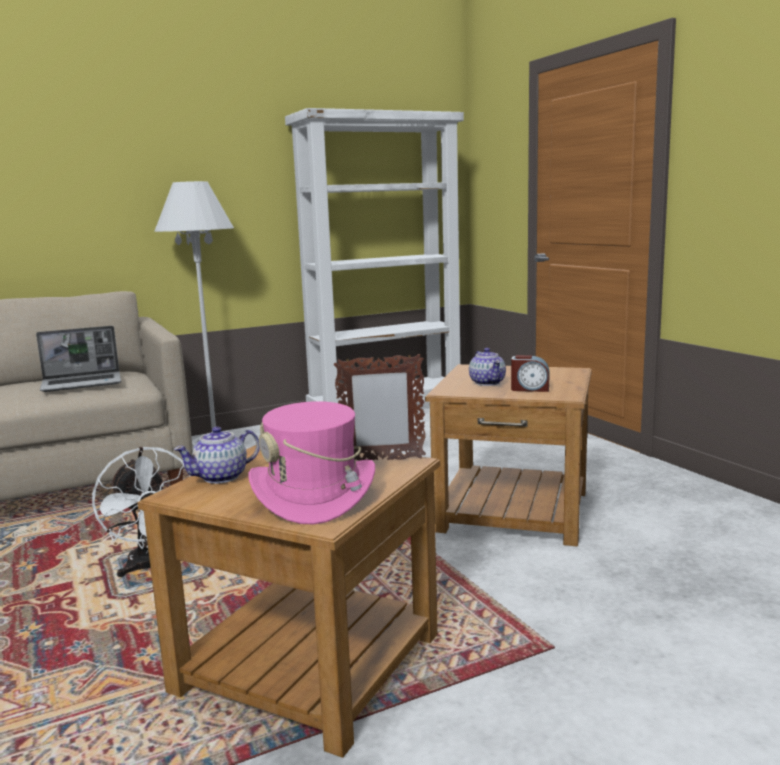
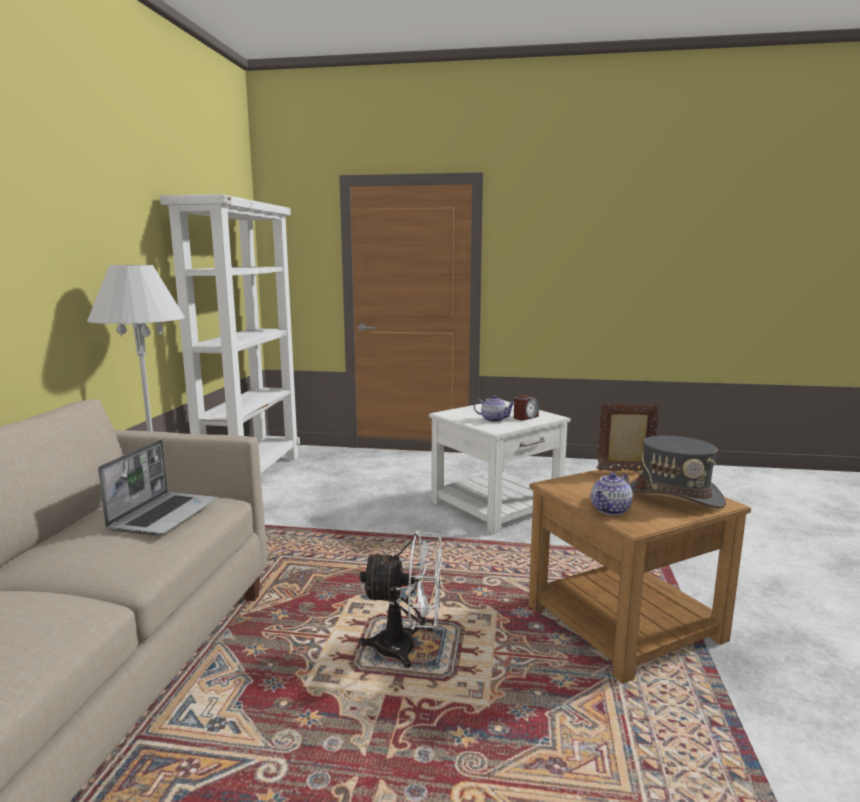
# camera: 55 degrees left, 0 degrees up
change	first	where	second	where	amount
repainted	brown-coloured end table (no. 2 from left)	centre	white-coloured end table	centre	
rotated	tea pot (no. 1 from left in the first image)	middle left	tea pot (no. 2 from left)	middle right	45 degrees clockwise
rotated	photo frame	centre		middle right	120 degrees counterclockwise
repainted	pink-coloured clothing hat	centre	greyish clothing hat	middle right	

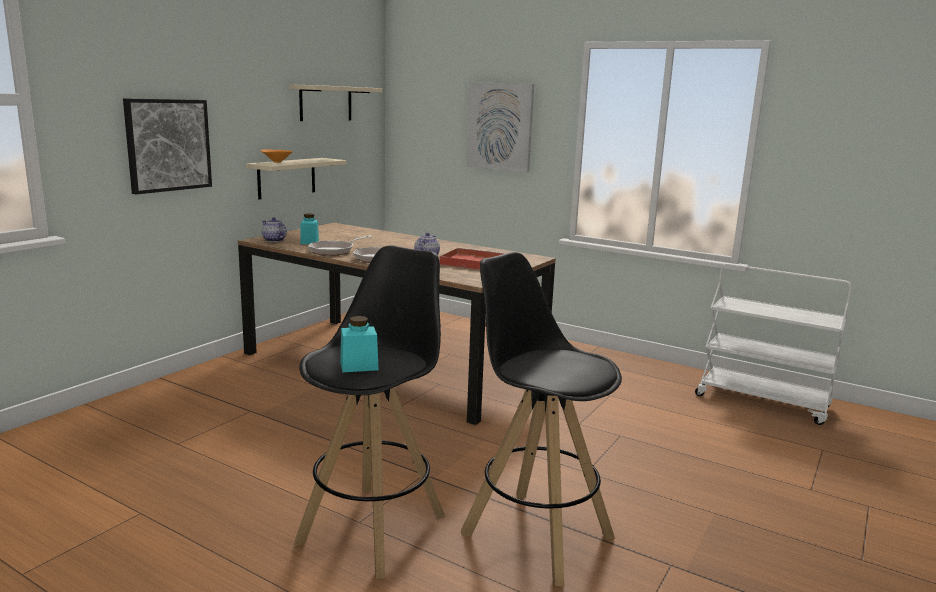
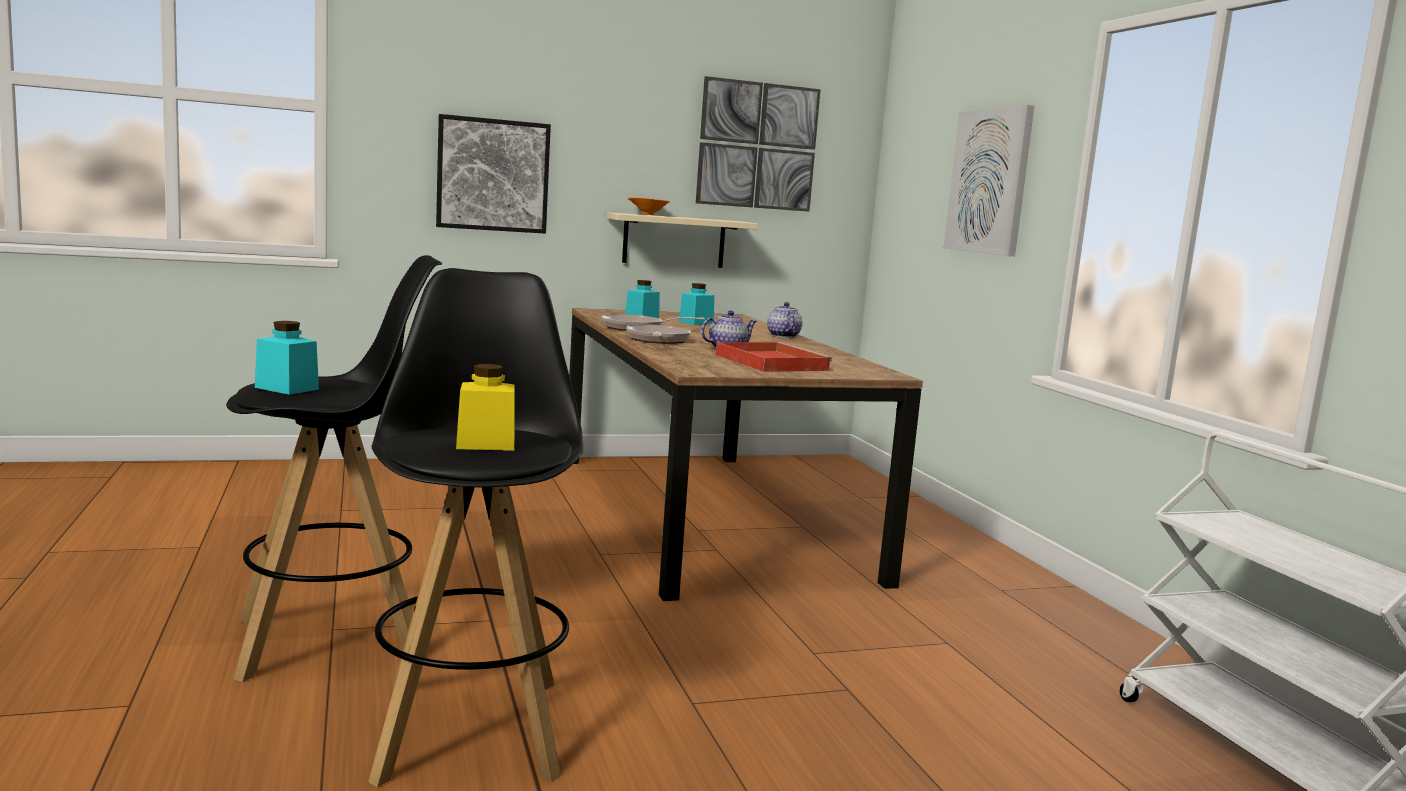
# camera: 40 degrees right, 5 degrees down
change	first	where	second	where	amount
new			yellowish jar	centre	
new			turquoise jar (no. 3 from left)	centre	
swapped	beige wall shelf (no. 2 from left)	top centre	wall picture (no. 2 from left)	top centre	
shifted	tea pot (no. 1 from left in the first image)	middle left	tea pot (no. 2 from left)	centre	

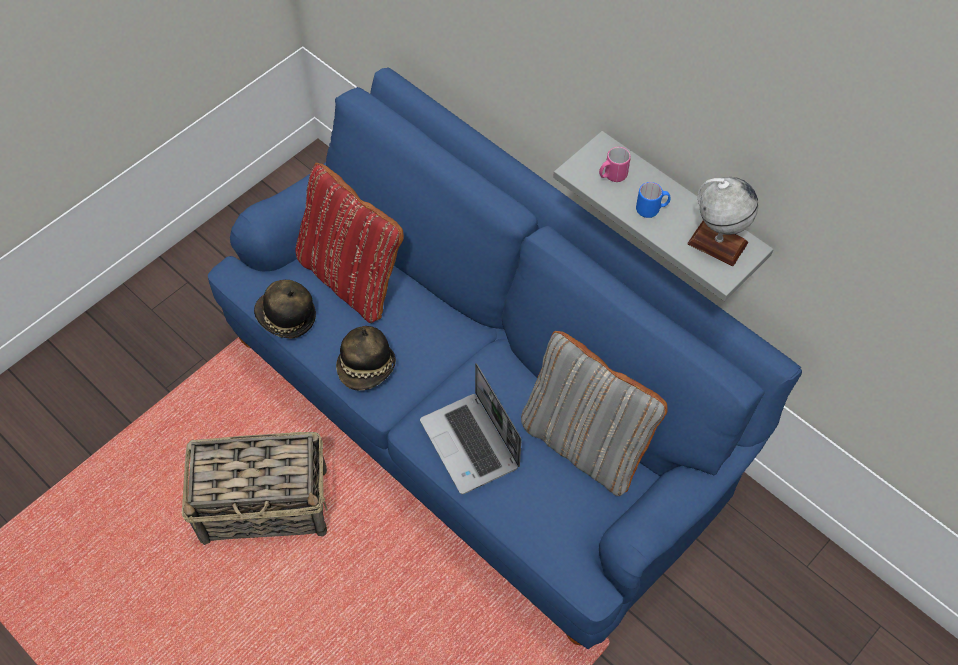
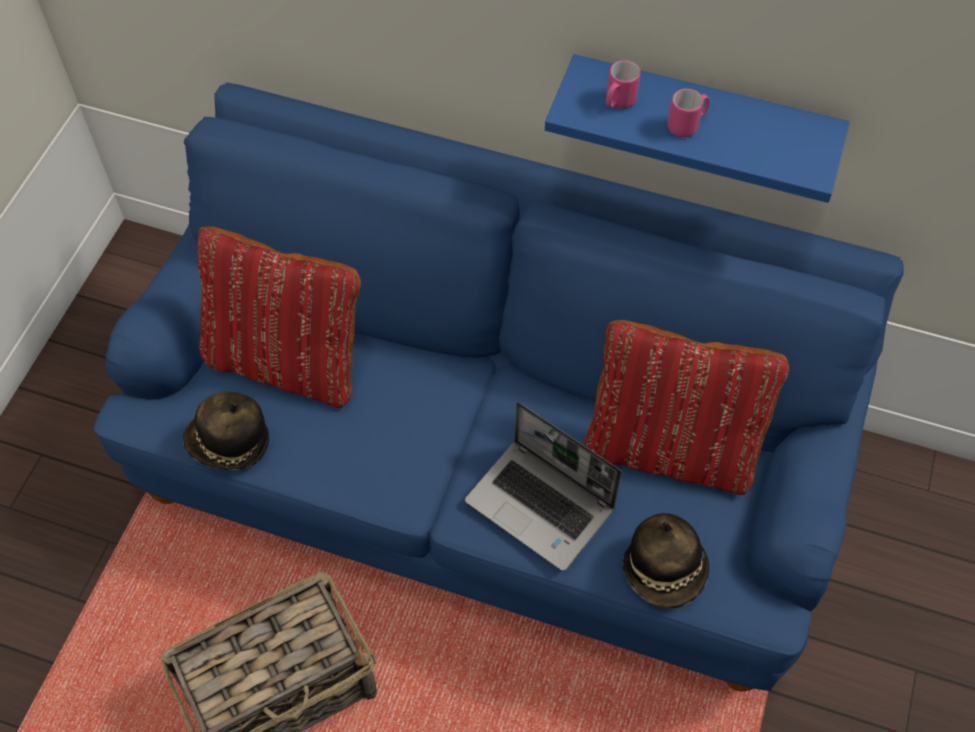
# camera: 25 degrees left, 0 degrees up
change	first	where	second	where	amount
repainted	greyish wall shelf	top right	bluish wall shelf	top right	
repainted	greyish pillow	centre	red pillow (no. 2 from left)	middle right	
shifted	clothing hat (no. 2 from left)	centre		bottom right	
repainted	bluish coffee mug	top right	pink-coloured coffee mug (no. 2 from left)	top right	
gone	world globe	top right			

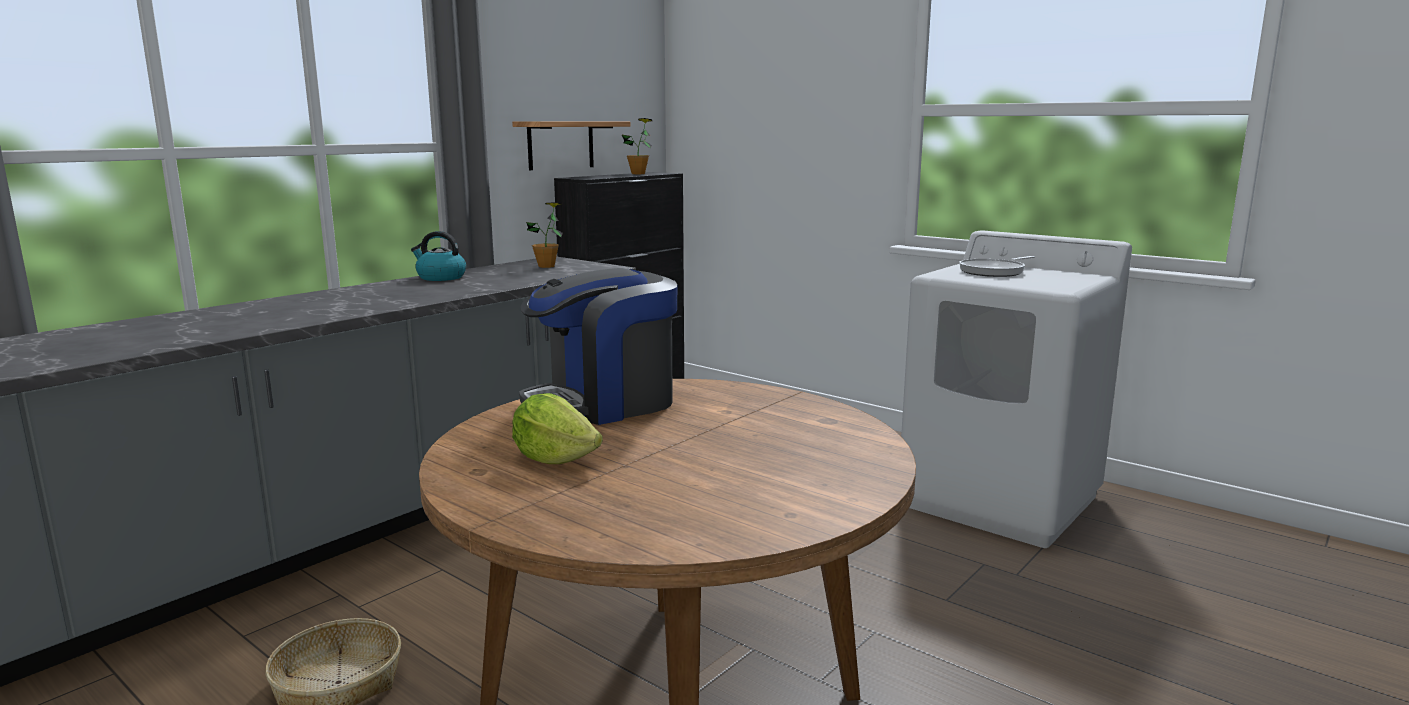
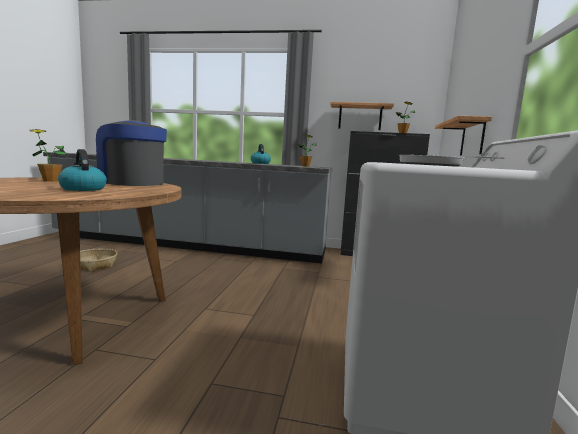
# camera: 60 degrees right, 5 degrees down
change	first	where	second	where	amount
swapped	head of lettuce	centre	potted plant (no. 1 from left)	middle left	
new			water kettle (no. 1 from left)	middle left	
new			wall shelf (no. 2 from left)	top right	

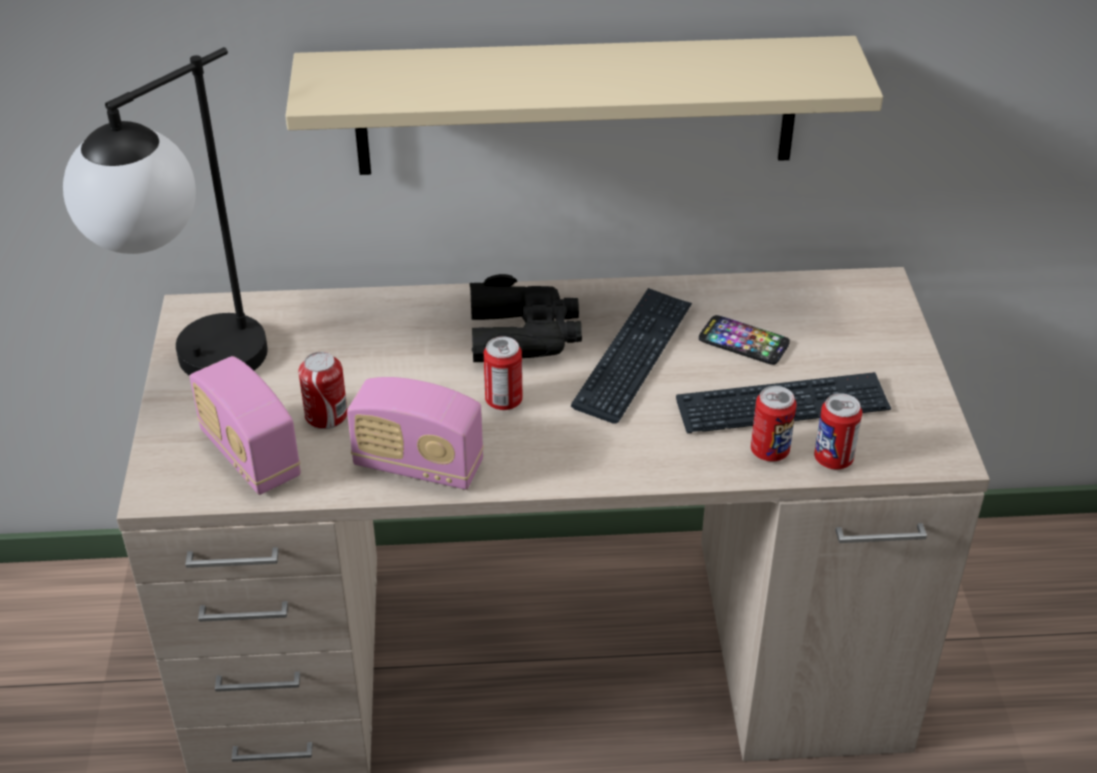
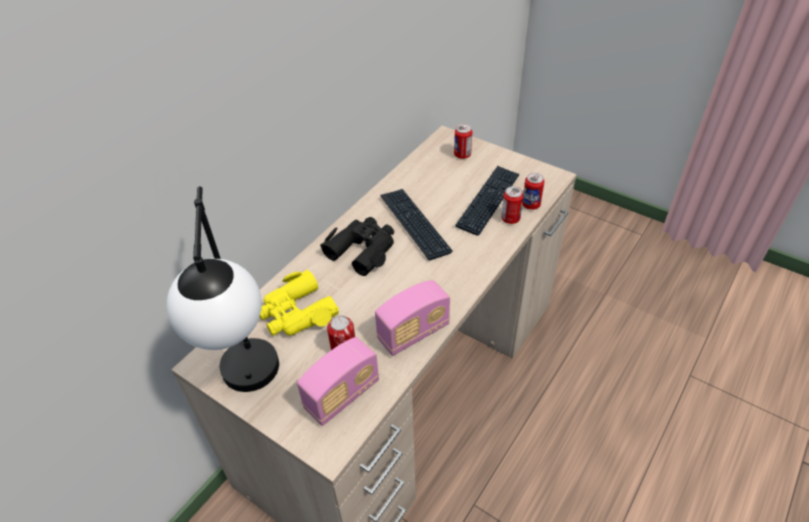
# camera: 50 degrees left, 5 degrees up
change	first	where	second	where	amount
new			yellowish binoculars	centre	
rotated	radio receiver (no. 1 from left)	middle left		bottom centre	45 degrees counterclockwise
shifted	sealed can (no. 2 from left)	centre		top centre	
gone	beige wall shelf	top centre			
gone	handset	middle right			

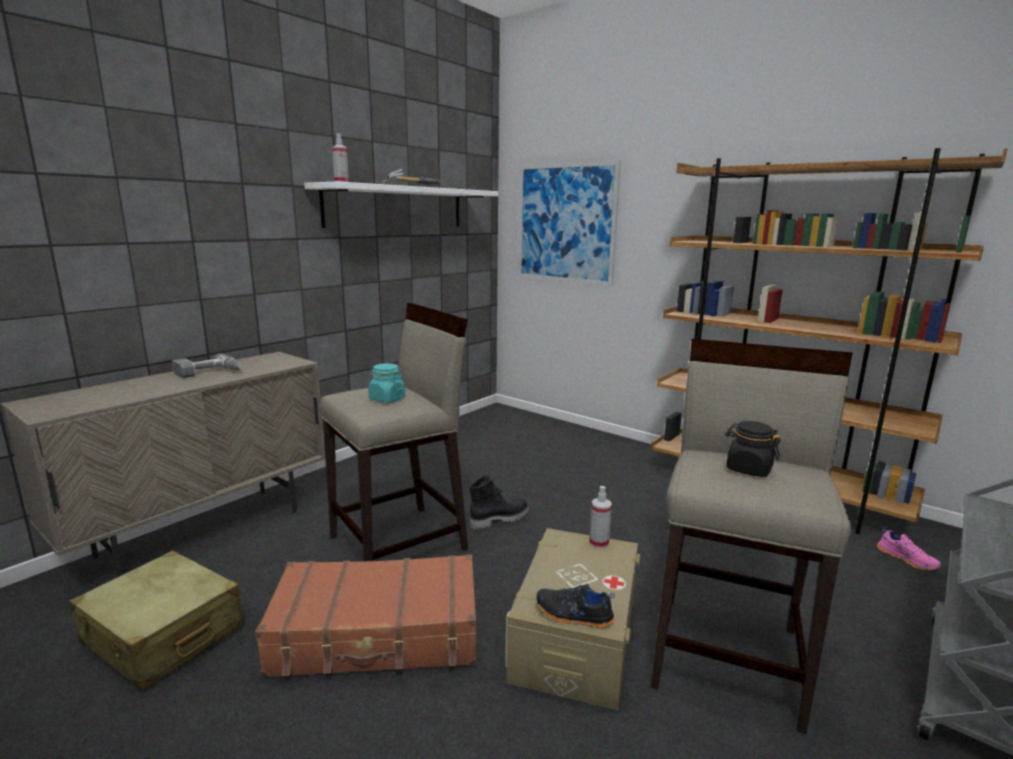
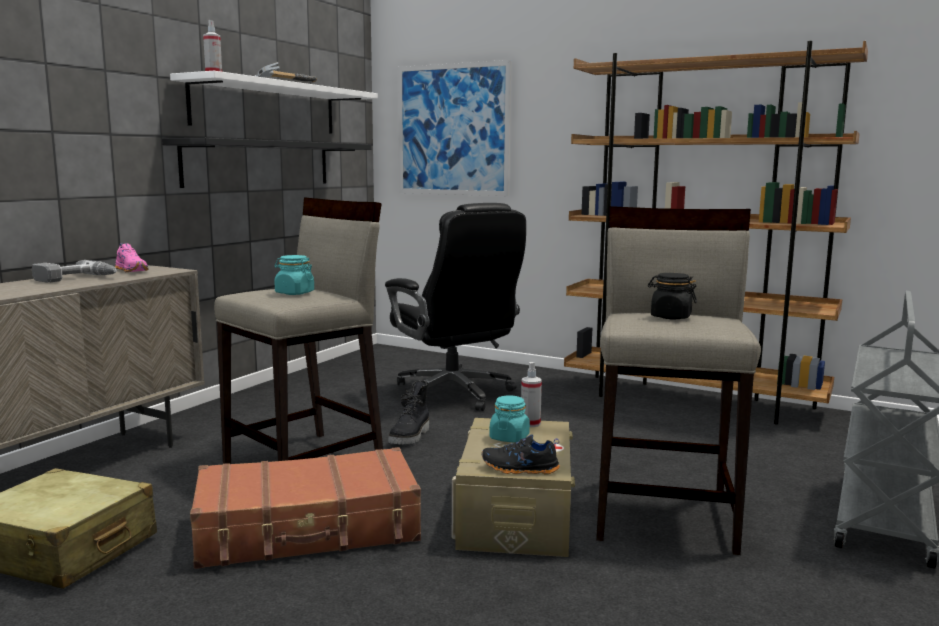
# camera: 10 degrees left, 5 degrees down
change	first	where	second	where	amount
shifted	pink-coloured shoe	bottom right		middle left	
new			black-coloured wall shelf	top left	
new			black-coloured office chair	centre	
rotated	black-coloured high-top boot	centre		centre	150 degrees clockwise
new			turquoise jar (no. 2 from left)	bottom centre	

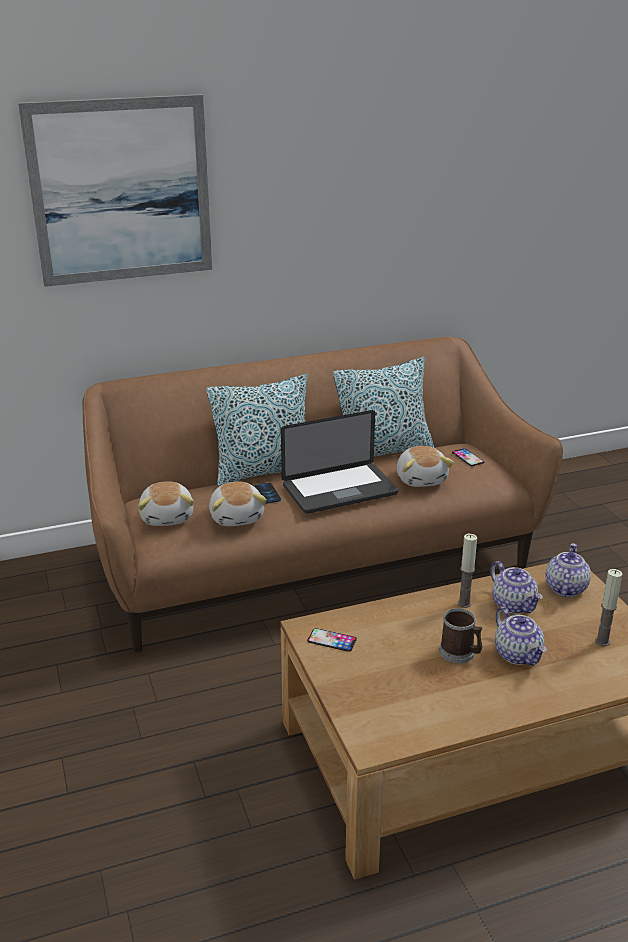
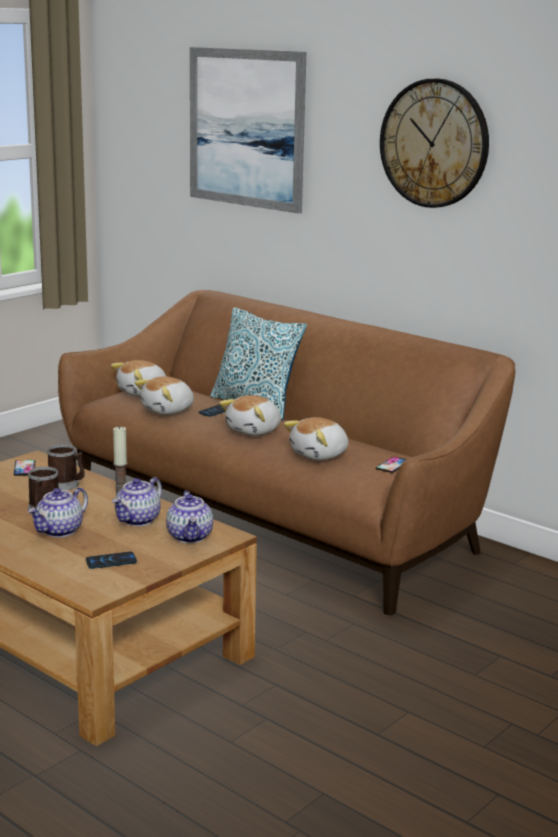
# camera: 60 degrees right, 10 degrees down
change	first	where	second	where	amount
new			coffee mug (no. 2 from left)	middle left	
swapped	wax light (no. 2 from left)	middle right	handset (no. 2 from left)	bottom left	
rotated	tea pot (no. 3 from left)	middle right		centre	90 degrees clockwise
swapped	laptop	centre	plush toy (no. 3 from left)	centre	
new			clock on the wall	top right	
gone	pillow (no. 2 from left)	centre			

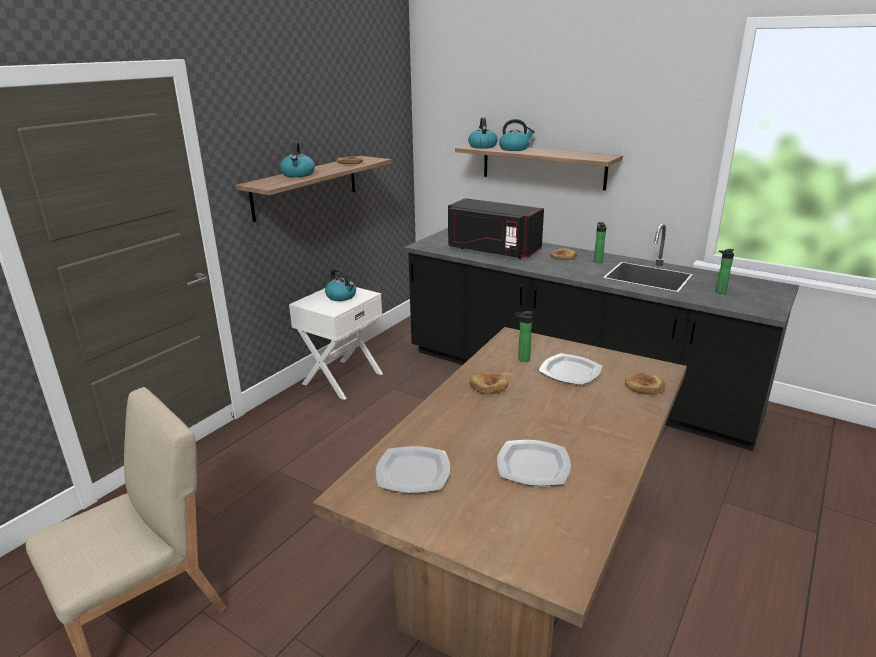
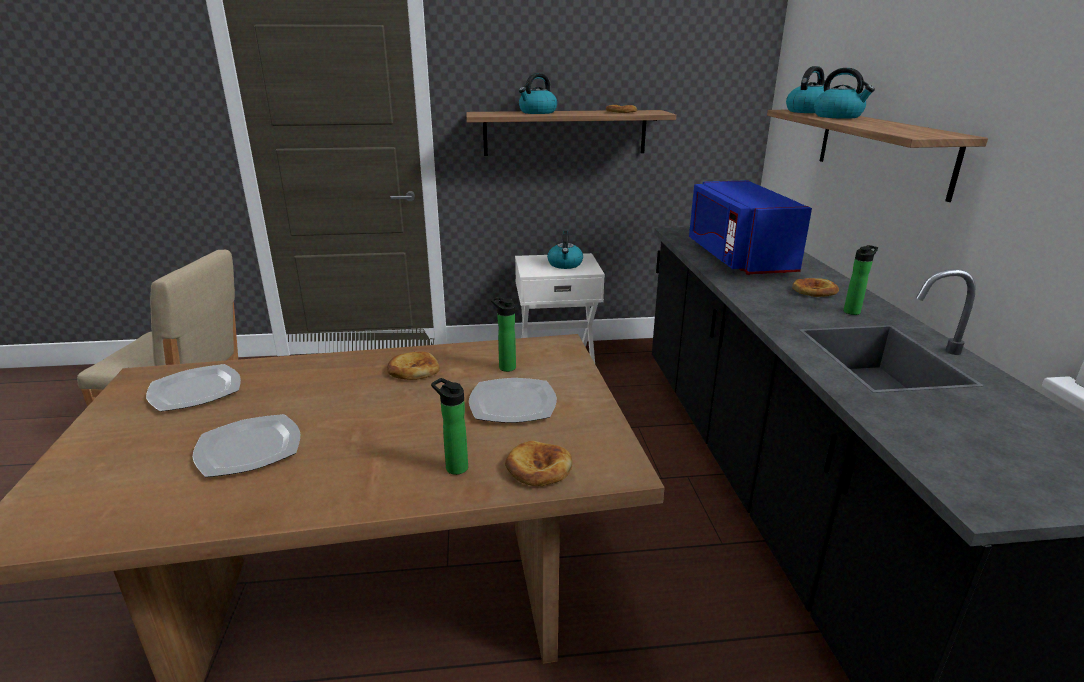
# camera: 50 degrees right, 0 degrees up
change	first	where	second	where	amount
shifted	beverage bottle (no. 3 from left in the first image)	middle right	beverage bottle (no. 1 from left)	centre	
repainted	black-coloured microwave oven	centre	bluish microwave oven	top right	

